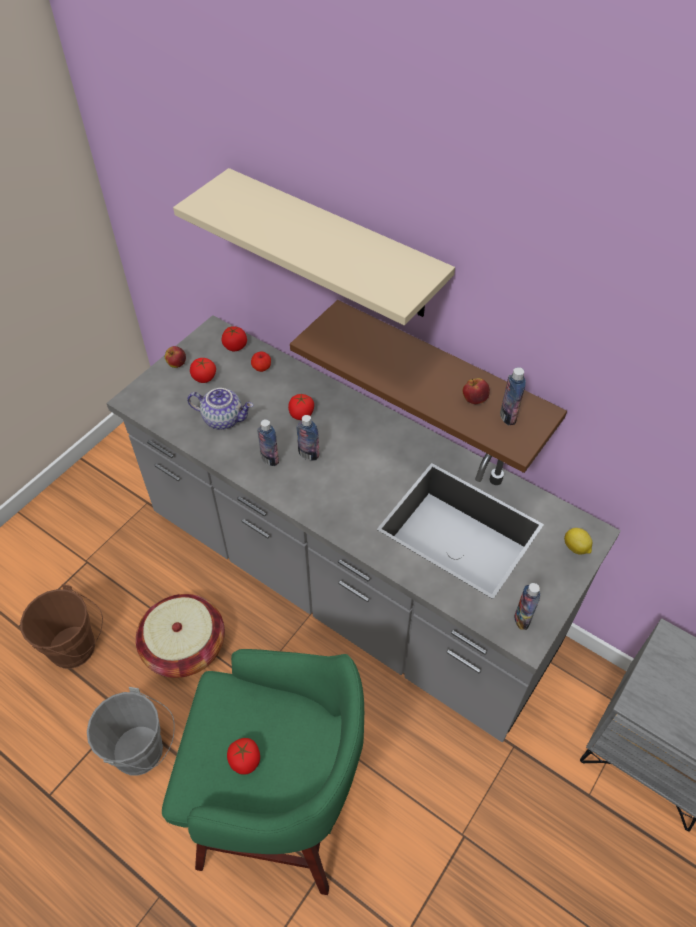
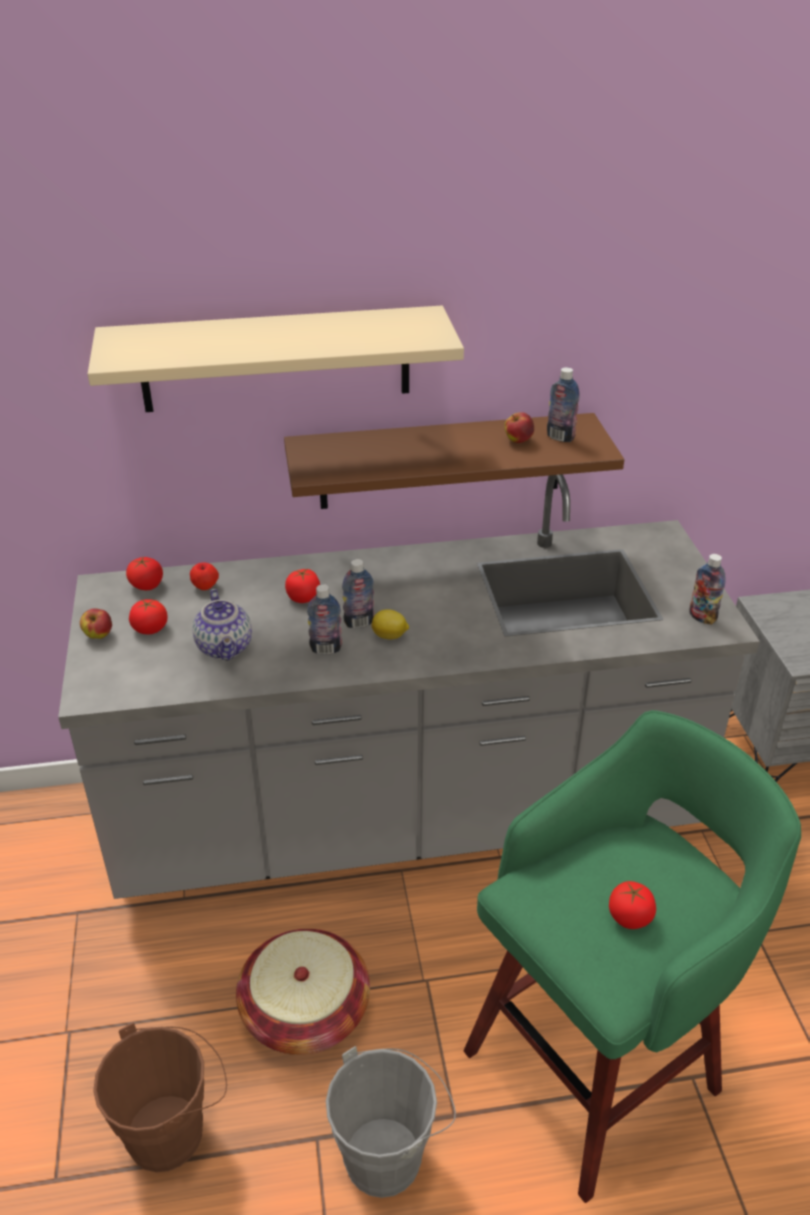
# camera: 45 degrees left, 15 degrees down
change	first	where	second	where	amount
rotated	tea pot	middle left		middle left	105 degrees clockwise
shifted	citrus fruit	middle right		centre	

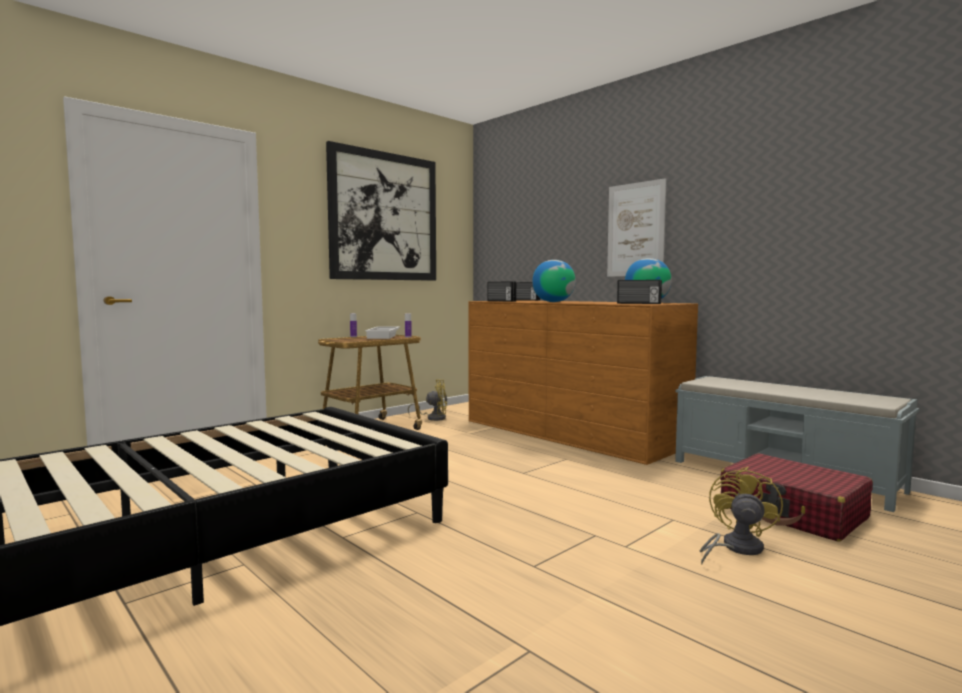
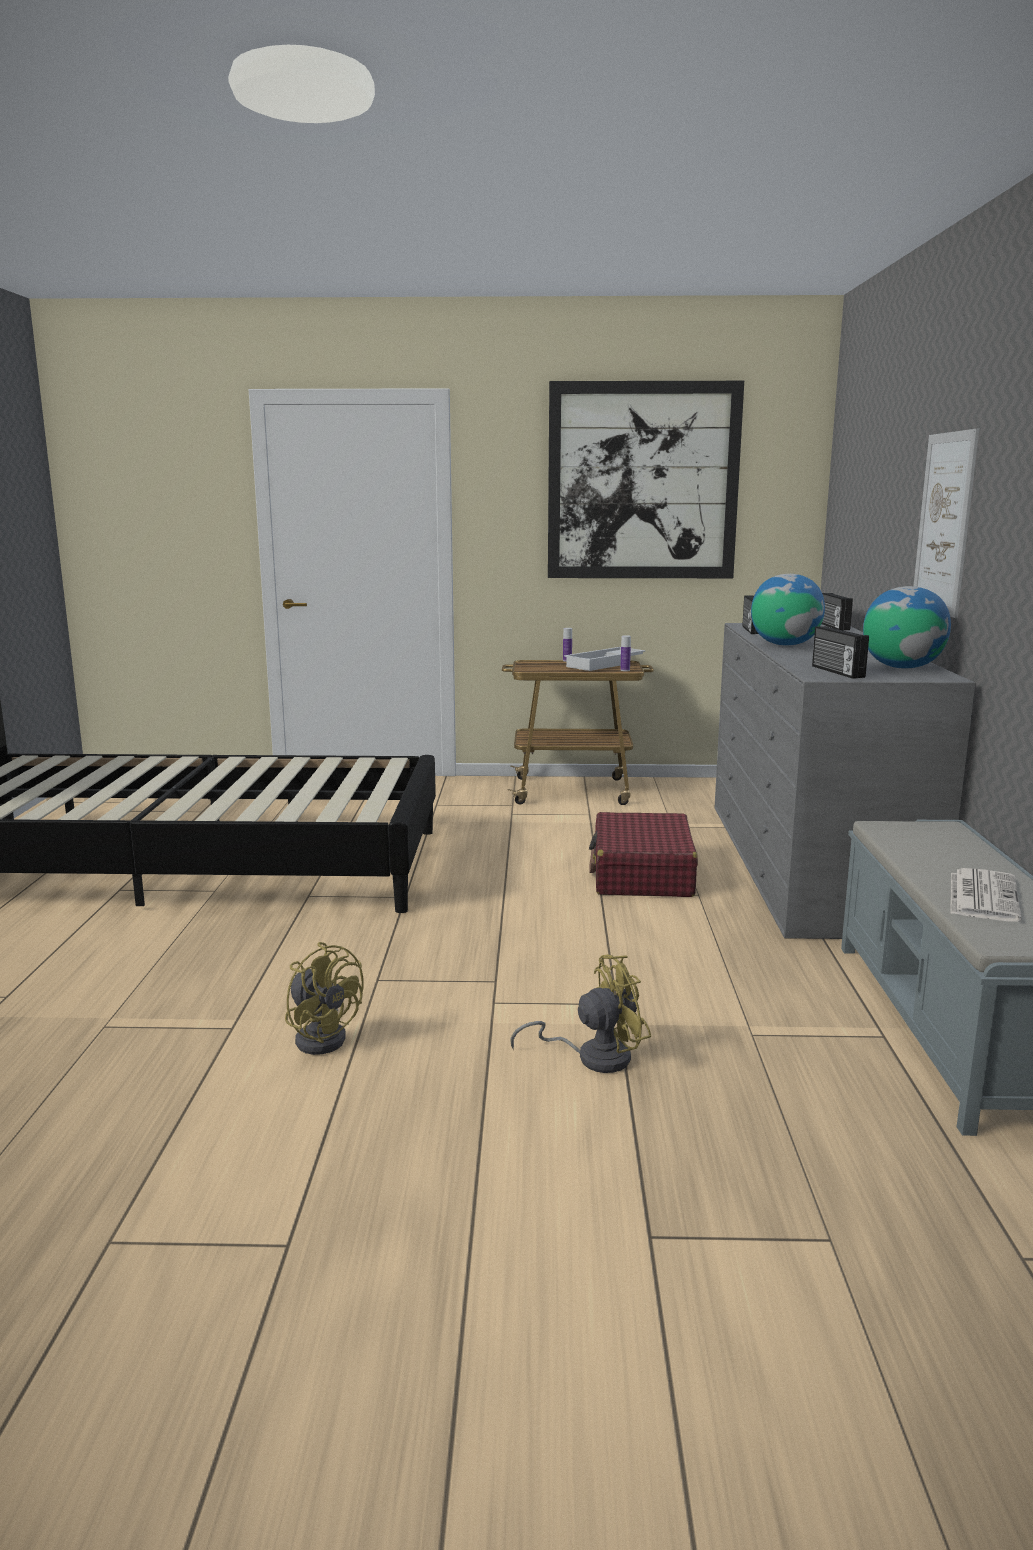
# camera: 45 degrees right, 10 degrees up
change	first	where	second	where	amount
shifted	yellowish fan (no. 1 from left)	centre		middle left	
shifted	red suitcase	bottom right		centre	
repainted	brown-coloured dresser	centre	greyish dresser	middle right	
new			daily paper	middle right	

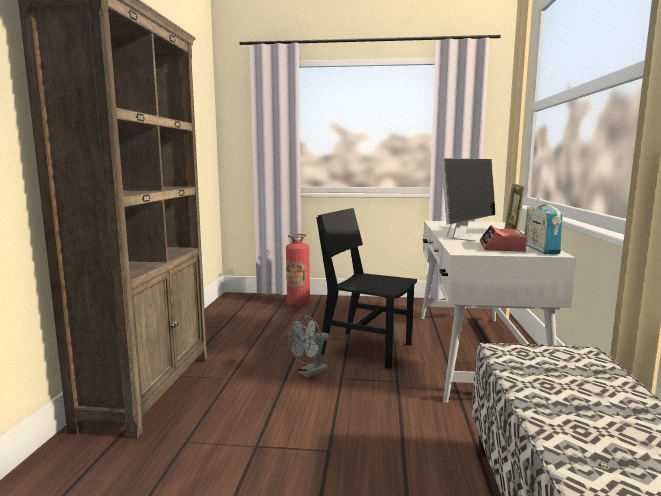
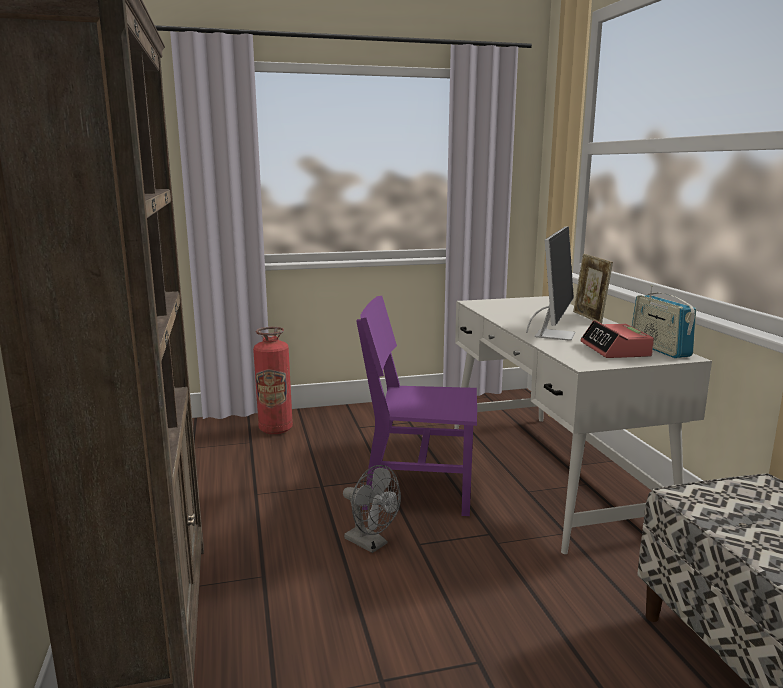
# camera: 20 degrees left, 5 degrees up
change	first	where	second	where	amount
rotated	greyish fan	bottom centre		bottom centre	75 degrees counterclockwise
repainted	black-coloured upright chair	centre	purple-coloured upright chair	centre	

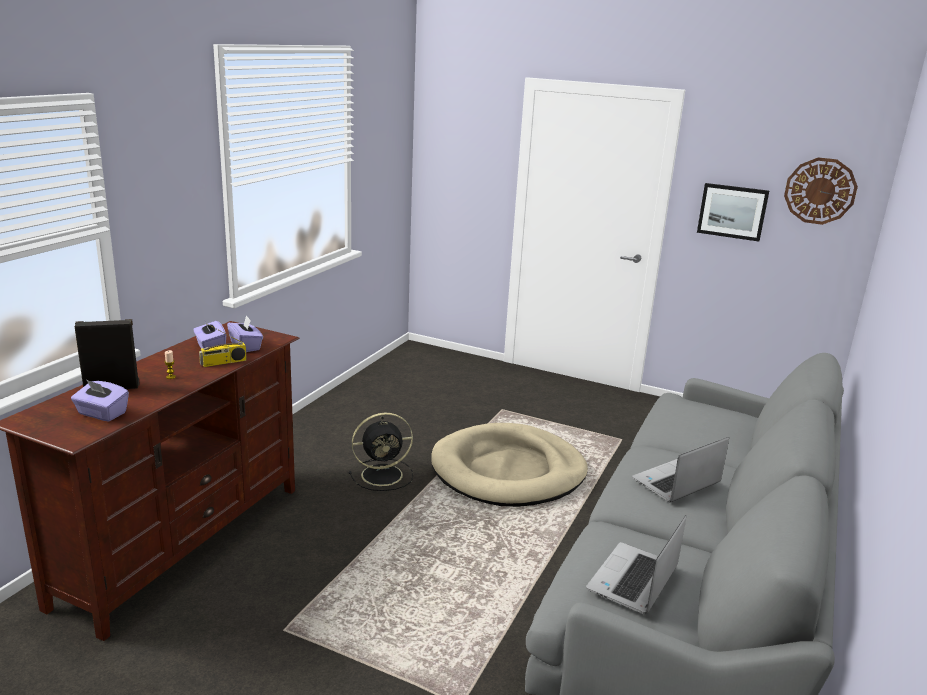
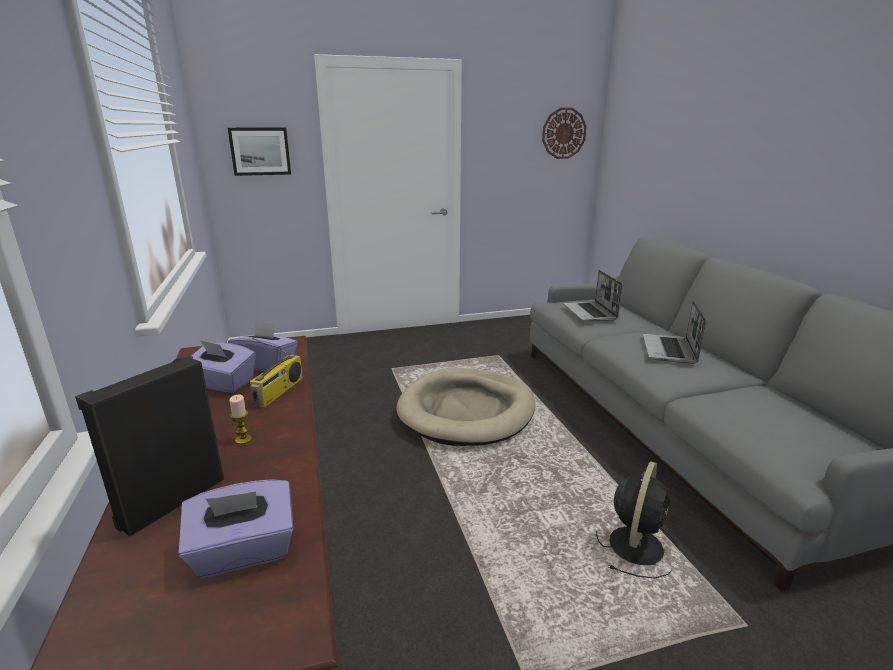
# camera: 40 degrees left, 0 degrees up
change	first	where	second	where	amount
shifted	wall picture	top right		top left	
shifted	laptop (no. 1 from left)	bottom right		centre	
shifted	black-coloured fan	centre		bottom right	

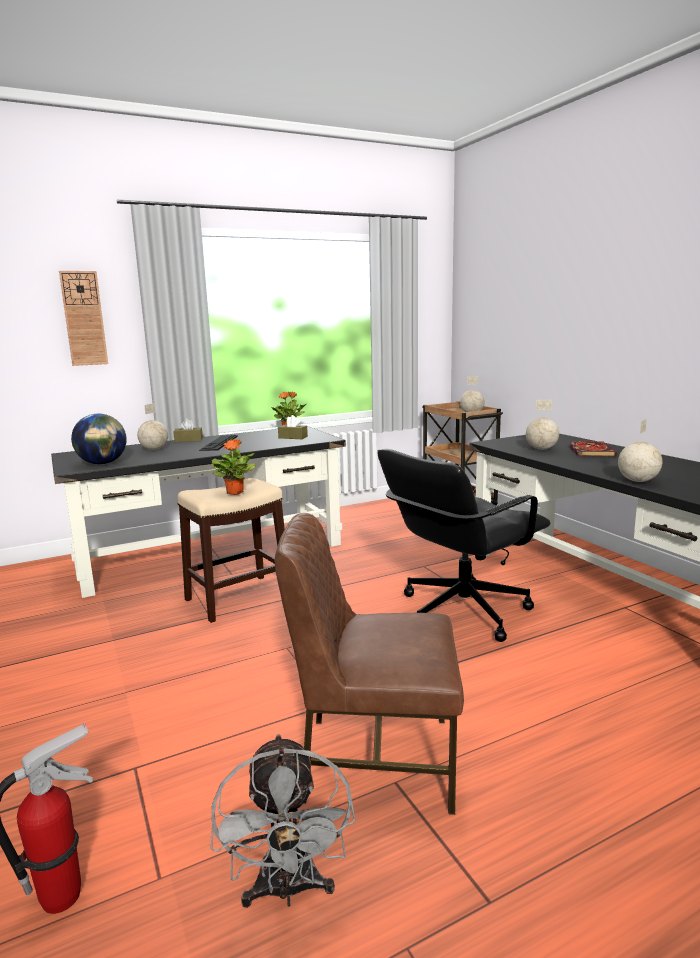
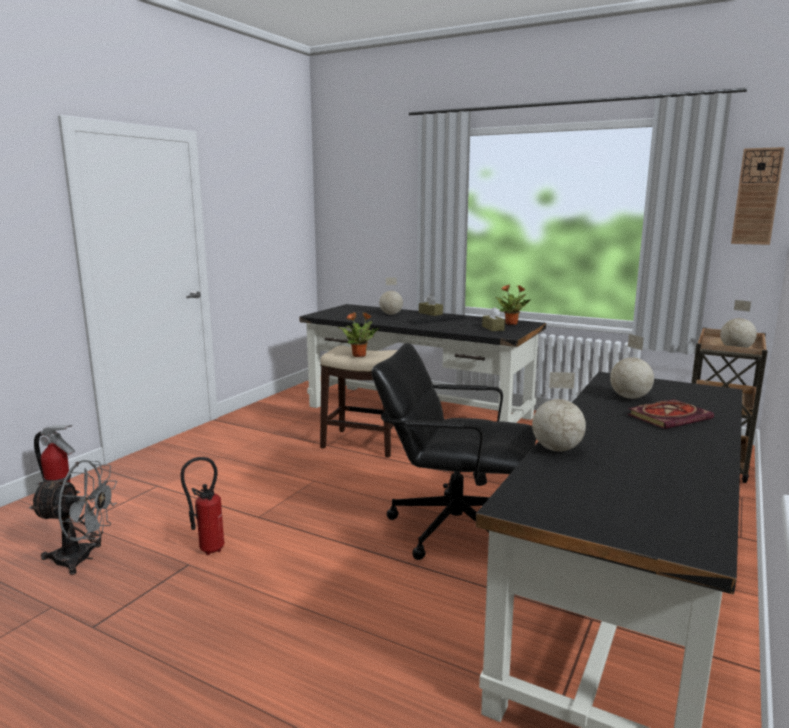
# camera: 55 degrees right, 0 degrees up
change	first	where	second	where	amount
rotated	greyish fan	bottom centre		bottom left	135 degrees counterclockwise
swapped	brown-coloured upright chair	bottom centre	fire-fighting cylinder (no. 2 from left)	bottom left	
shifted	clock on the wall	top left		top right	
gone	world globe (no. 1 from left)	middle left			

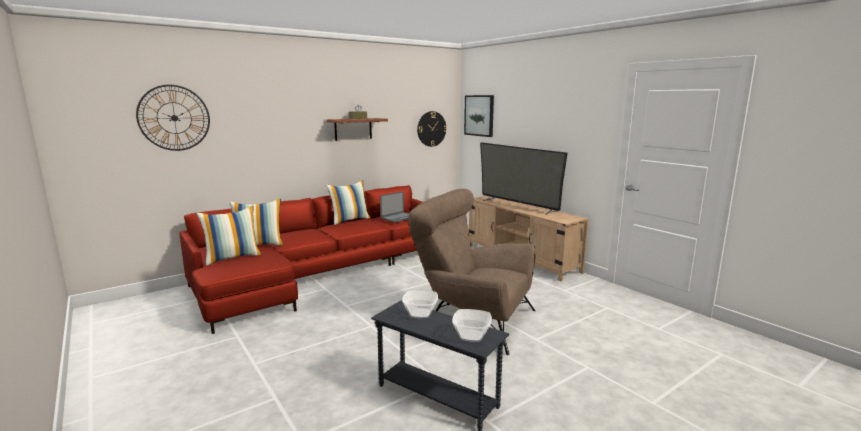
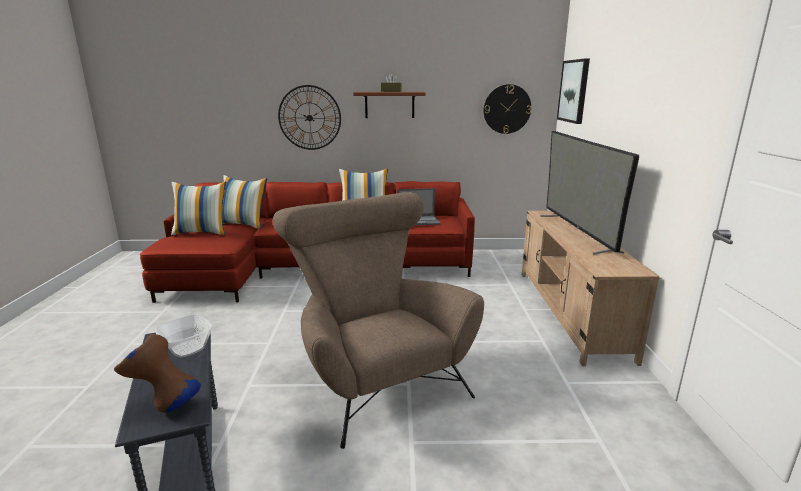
# camera: 35 degrees right, 5 degrees up
change	first	where	second	where	amount
swapped	bowl (no. 2 from left)	bottom centre	brown-coloured vase	bottom left	
shifted	clock on the wall (no. 1 from left)	top left		top centre	

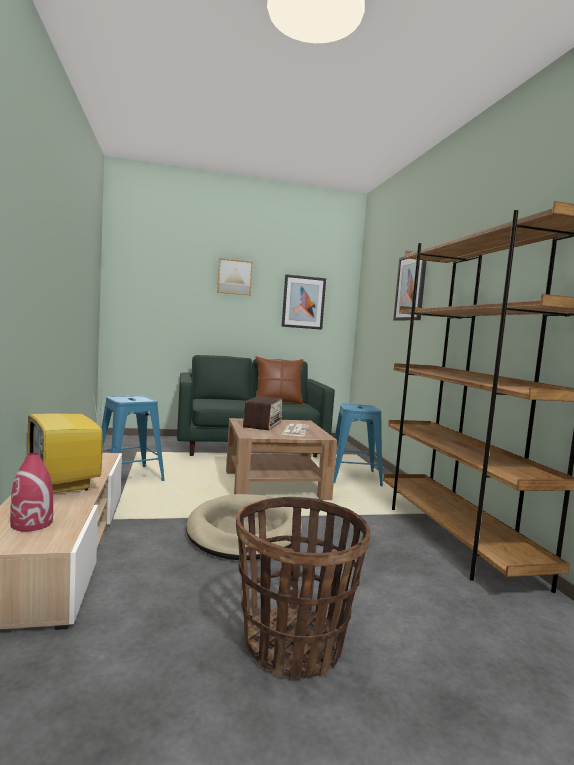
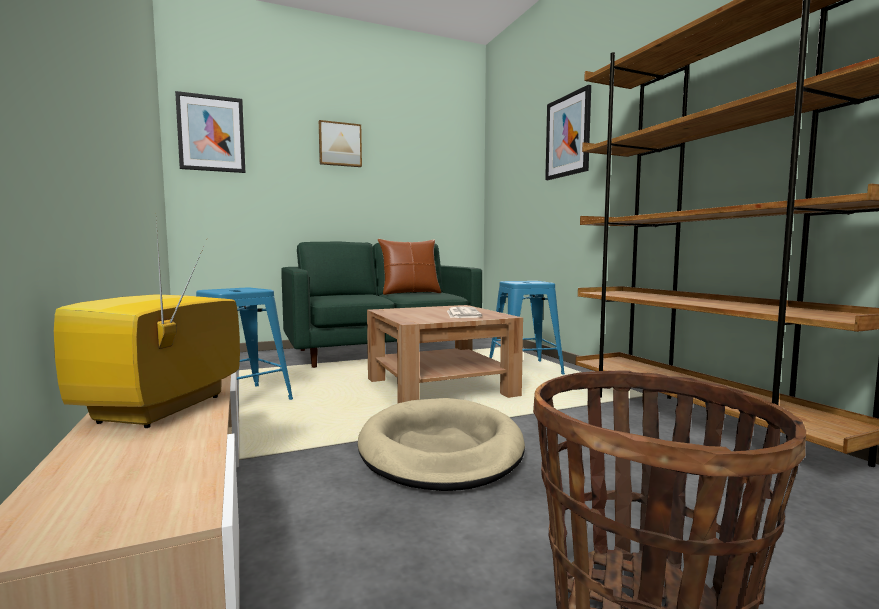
# camera: 10 degrees left, 0 degrees up
change	first	where	second	where	amount
rotated	TV	middle left		middle left	60 degrees clockwise
shifted	wall picture (no. 2 from left in the first image)	centre	wall picture (no. 1 from left)	top left	
gone	red vase	middle left			
gone	radio receiver	centre			

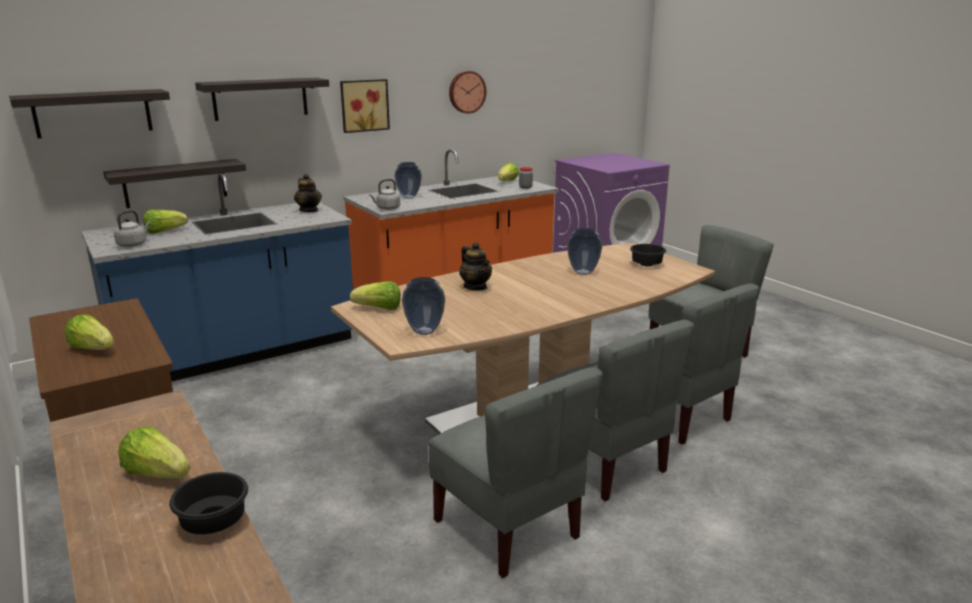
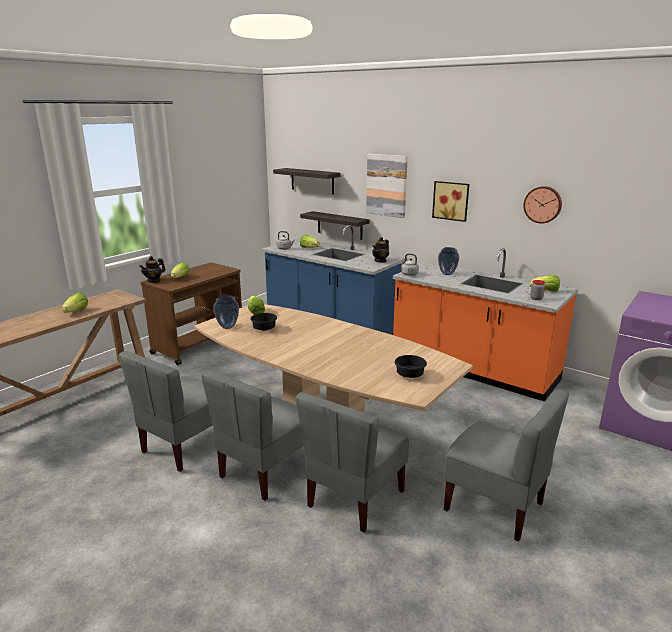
# camera: 70 degrees right, 0 degrees up
change	first	where	second	where	amount
shifted	tea pot (no. 2 from left in the first image)	centre	tea pot (no. 1 from left)	middle left	
shifted	black-coloured bowl (no. 1 from left)	bottom left		centre	
swapped	wall shelf (no. 3 from left)	top left	wall picture (no. 1 from left)	top centre	
gone	vase (no. 3 from left)	centre			

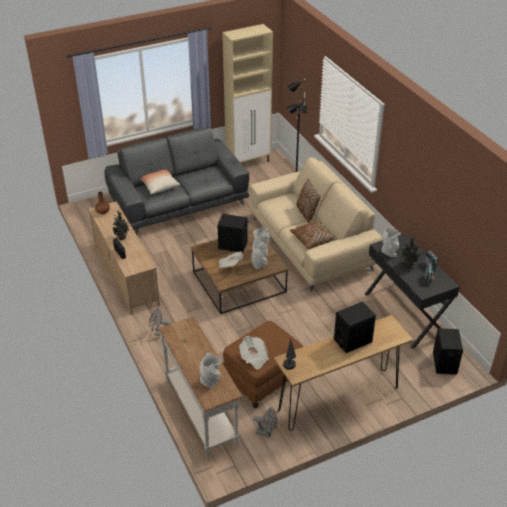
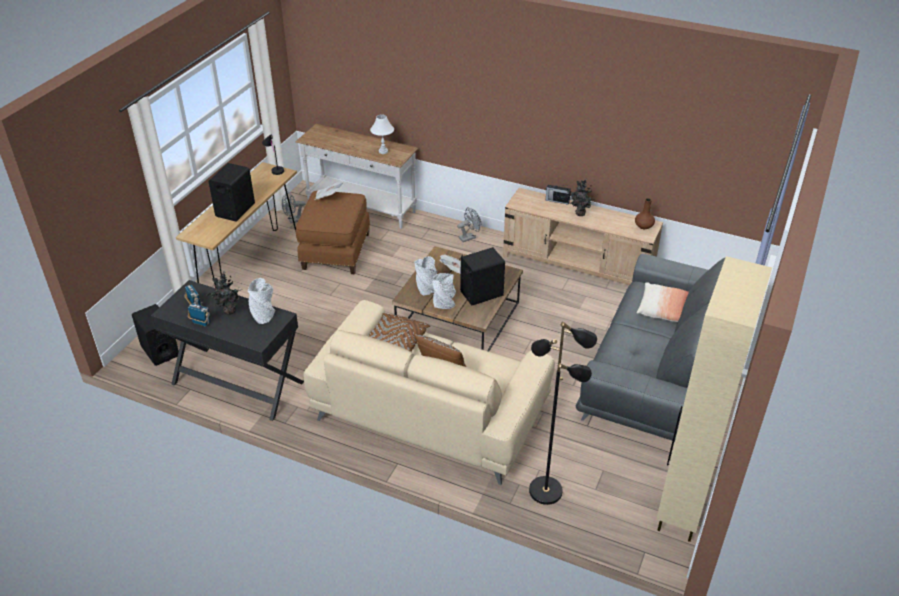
# camera: 140 degrees right, 0 degrees up
change	first	where	second	where	amount
new			white-coloured table lamp	top centre	
gone	greyish vase (no. 1 from left)	bottom centre			

